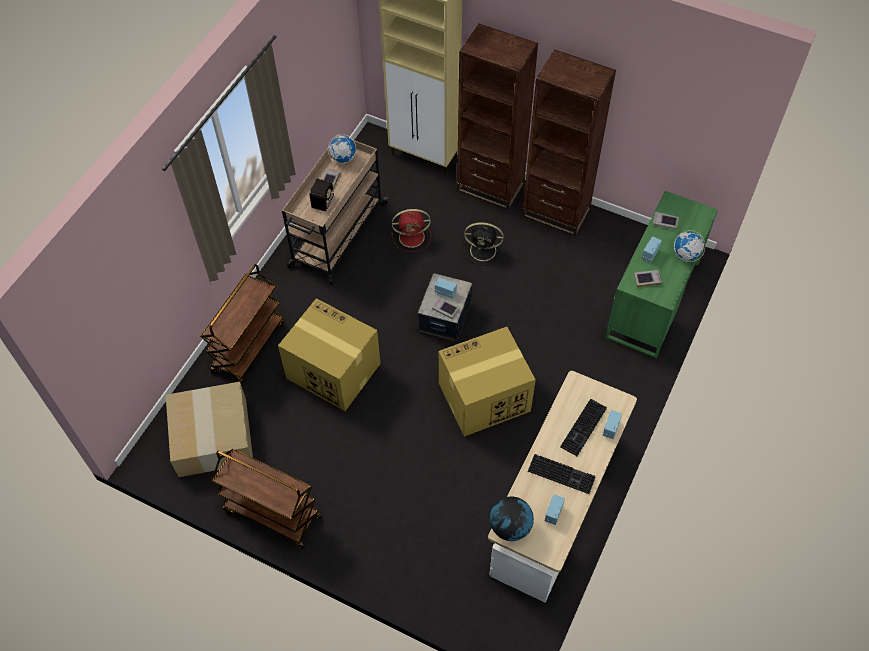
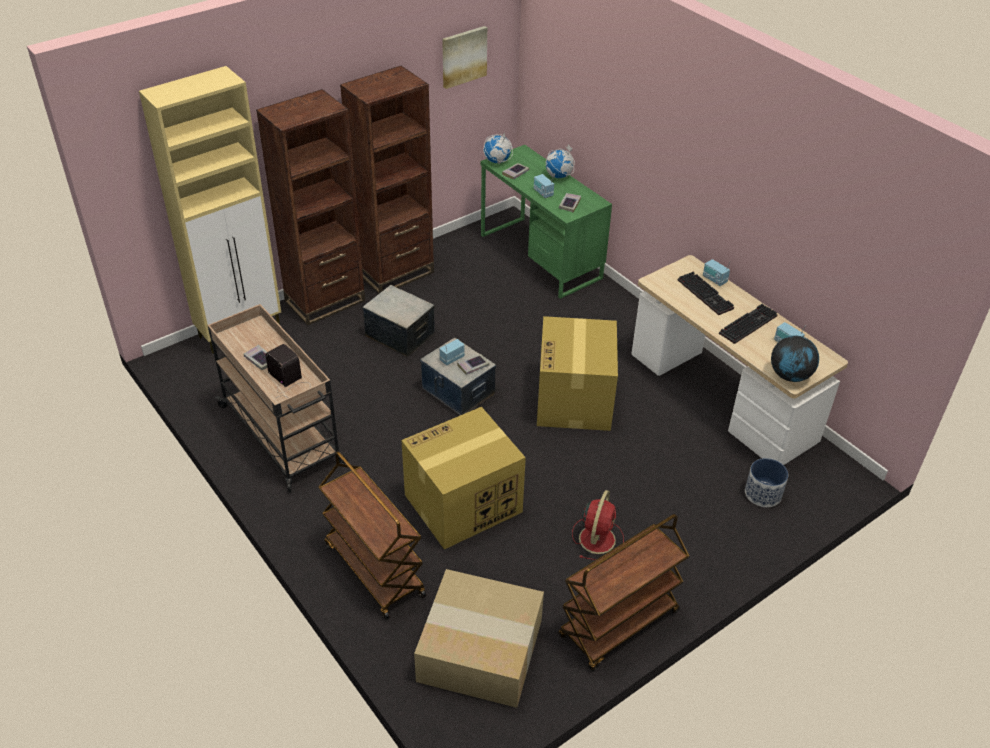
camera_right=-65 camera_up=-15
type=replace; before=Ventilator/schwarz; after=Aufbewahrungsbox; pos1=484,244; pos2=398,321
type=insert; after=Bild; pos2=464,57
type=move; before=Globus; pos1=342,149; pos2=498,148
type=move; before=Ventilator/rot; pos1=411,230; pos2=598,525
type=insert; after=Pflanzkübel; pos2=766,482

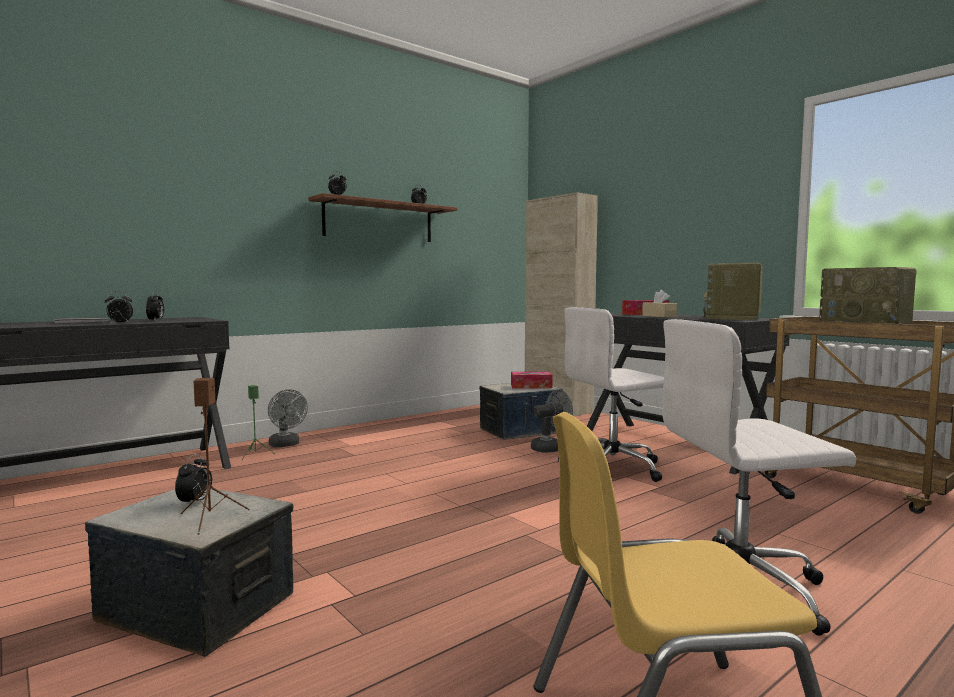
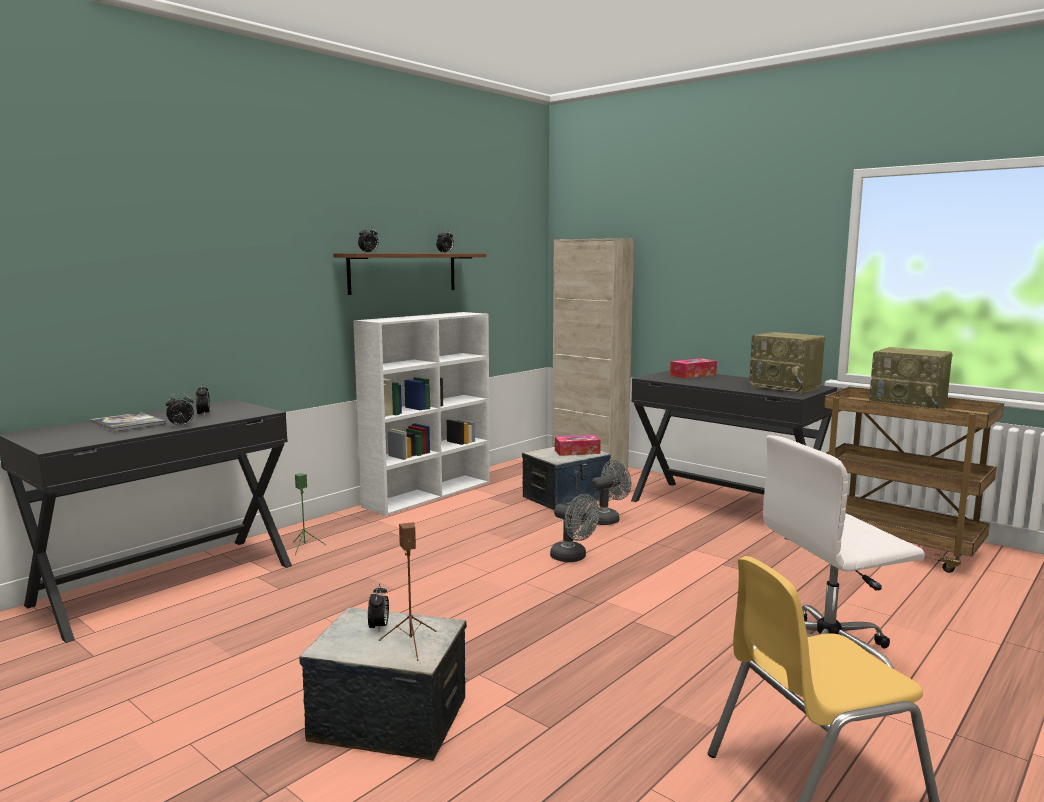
camera_right=-10 camera_up=5
type=insert; after=Bücherregal/weiß; pos2=421,414
type=move; before=Ventilator/grau; pos1=288,418; pos2=574,528
type=rotate; before=Radio; pos1=732,291; pos2=787,363; turn=-60
type=delete; before=Bürostuhl/weiß; pos1=611,394
type=delete; before=Taschentuchbox/beige; pos1=659,303

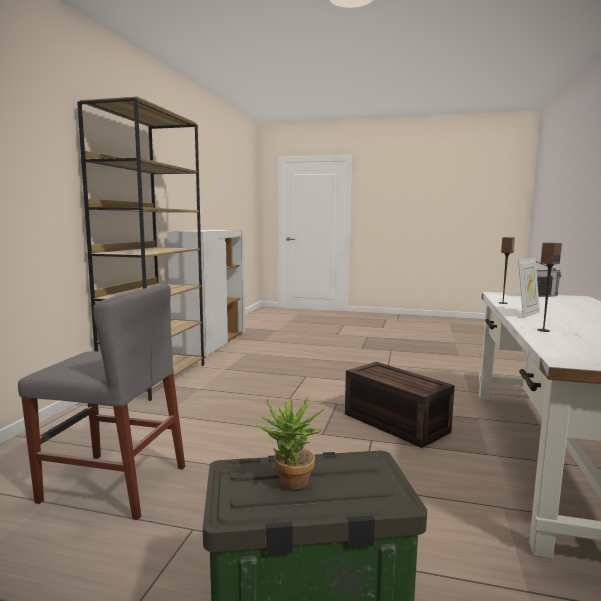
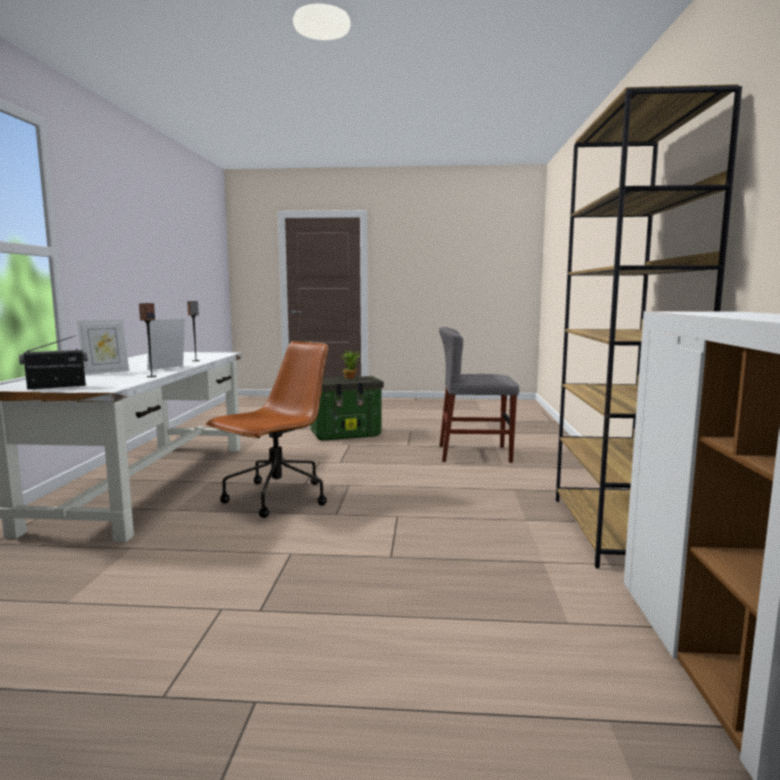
camera_right=170 camera_up=0
type=insert; after=Bilderrahmen; pos2=103,347
type=replace; before=Aufbewahrungsbox/braun; after=Bürostuhl/braun; pos1=400,405; pos2=267,429

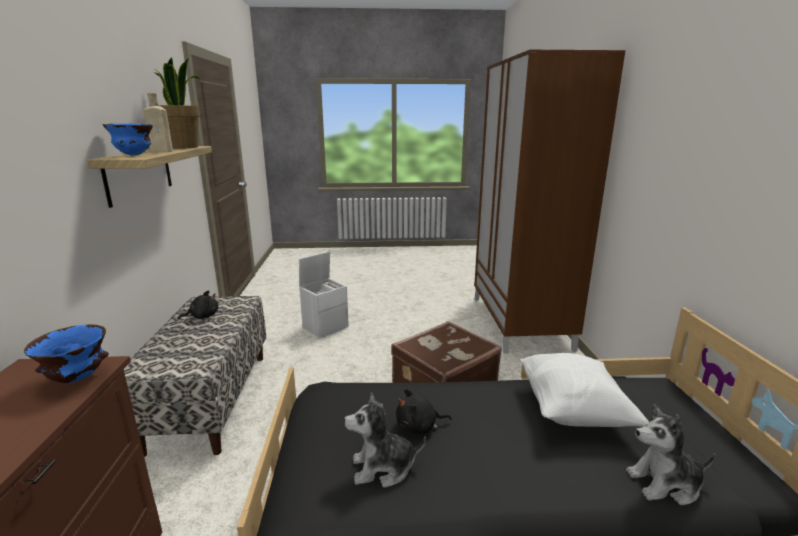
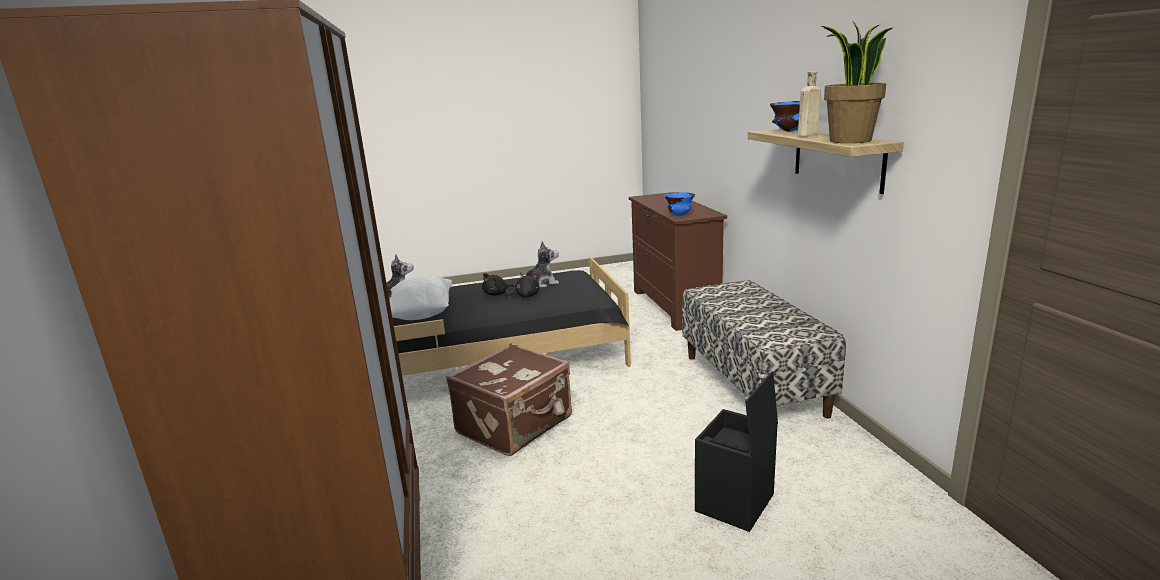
camera_right=170 camera_up=0
type=move; before=Plüschtier/schwarz; pos1=198,305; pos2=498,284
type=recolor; before=Aufbewahrungsbox/weiß; after=Aufbewahrungsbox/schwarz; pos1=324,294; pos2=736,451

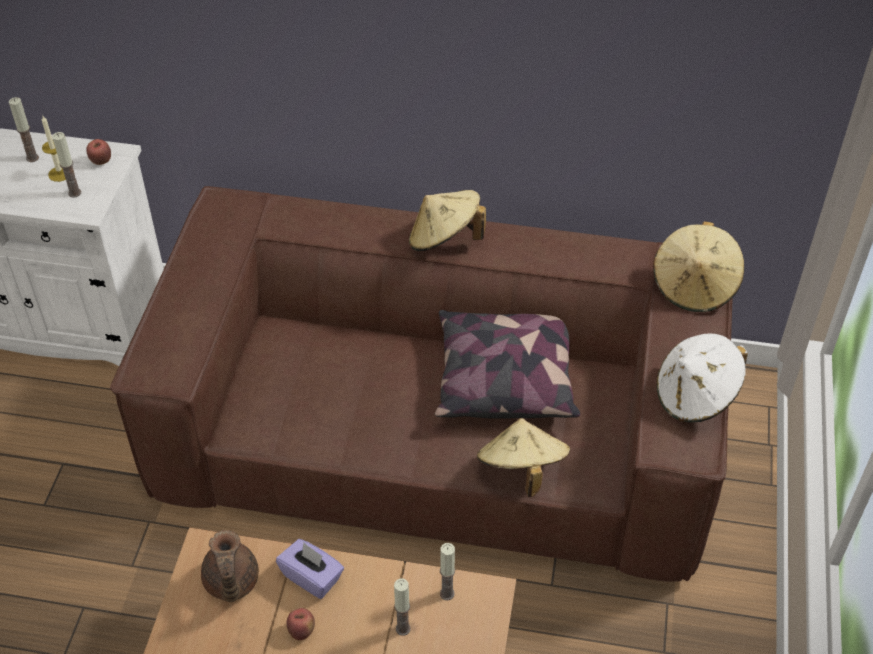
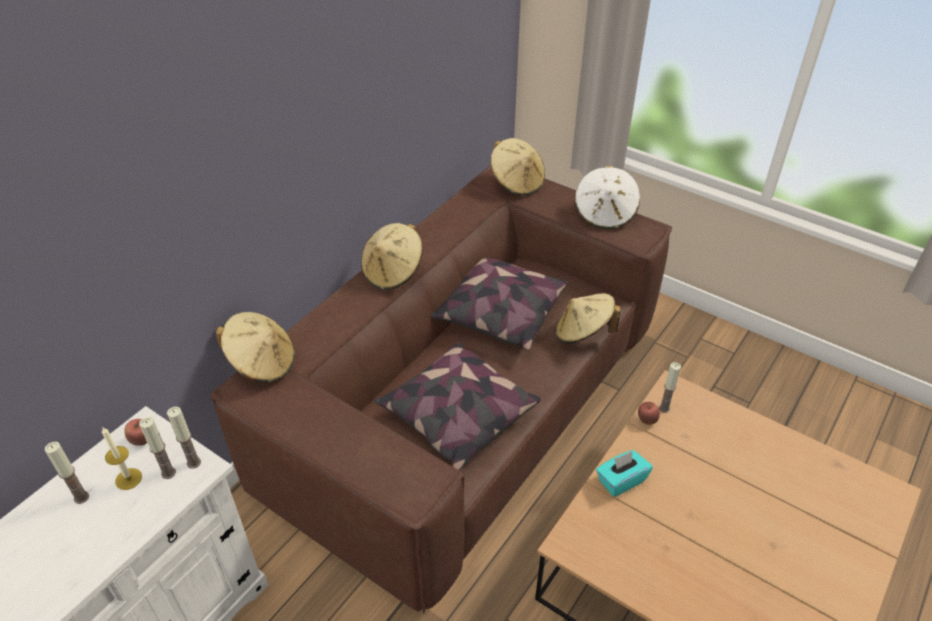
camera_right=-65 camera_up=-5
type=move; before=Kerze; pos1=402,607; pos2=184,438
type=insert; after=Hut/beige; pos2=255,347
type=insert; after=Kissen; pos2=458,406
type=recolor; before=Taschentuchbox/lila; after=Taschentuchbox/türkis; pos1=310,569; pos2=624,473
type=move; before=Apfel; pos1=300,624; pos2=649,413
type=delete; before=Teekanne/braun; pos1=230,566

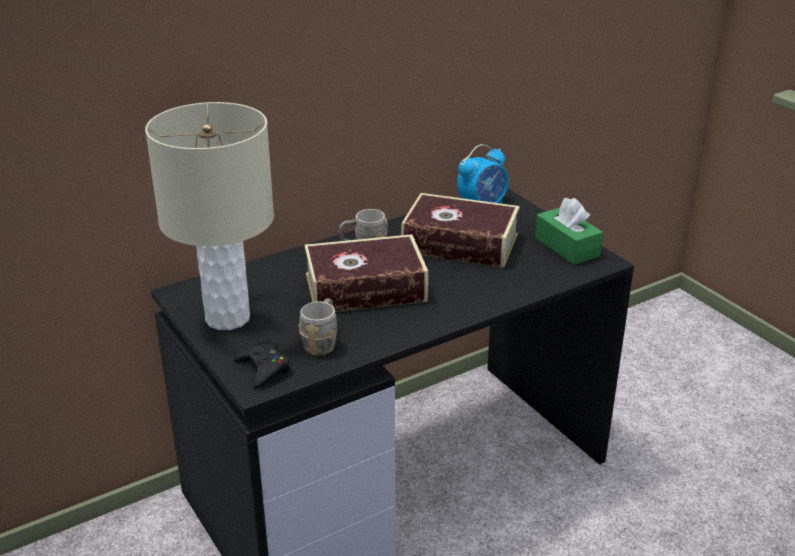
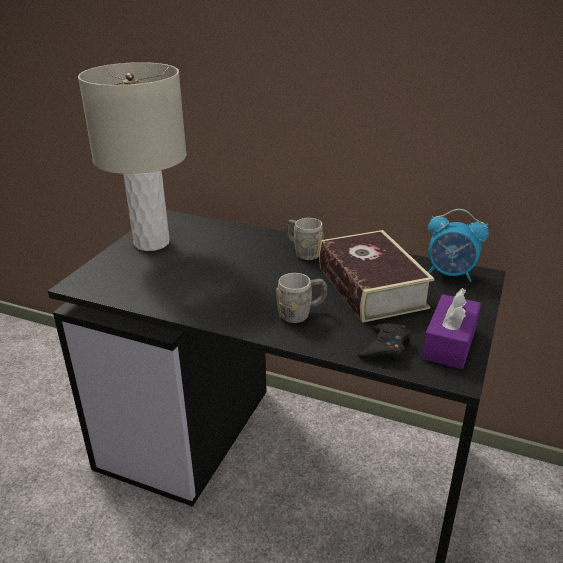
camera_right=55 camera_up=0
type=move; before=Henkelbecher/grau; pos1=317,327; pos2=301,298
type=move; before=Gamepad/schwarz; pos1=261,364; pos2=384,342
type=recolor; before=Taschentuchbox/grün; after=Taschentuchbox/lila; pos1=569,231; pos2=451,328
type=delete; before=Buch; pos1=366,273

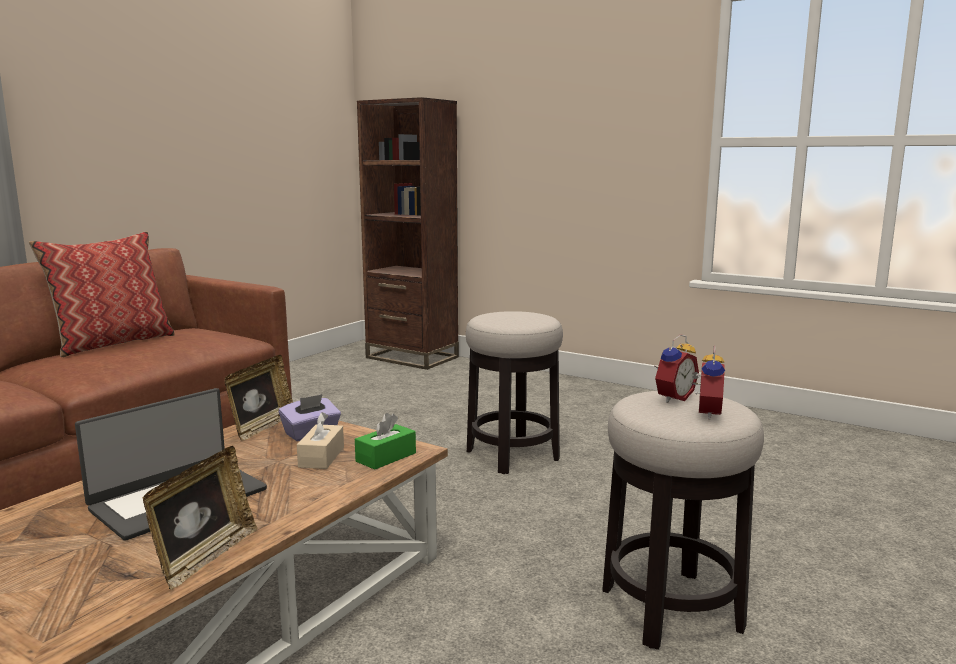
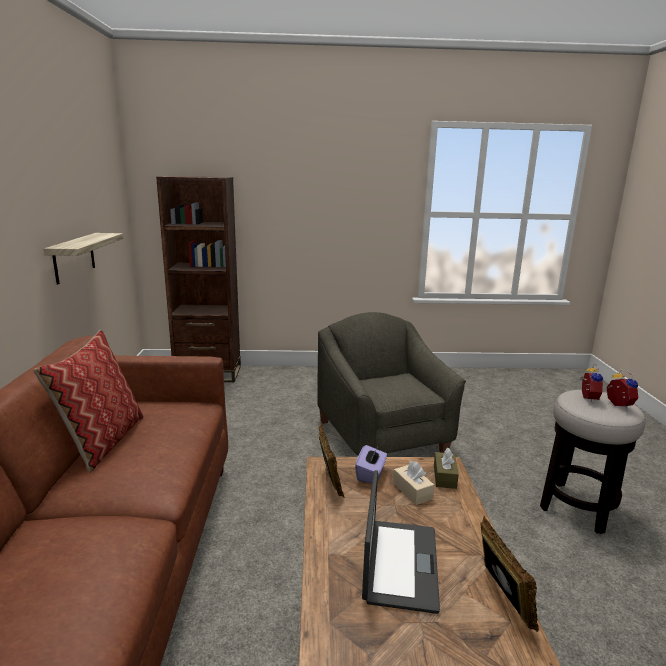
camera_right=-35 camera_up=5
type=insert; after=Wandregal; pos2=83,259
type=replace; before=Hocker; after=Sessel/grau; pos1=514,392; pos2=391,384
type=recolor; before=Taschentuchbox/grün; after=Taschentuchbox/braun; pos1=385,441; pos2=446,468

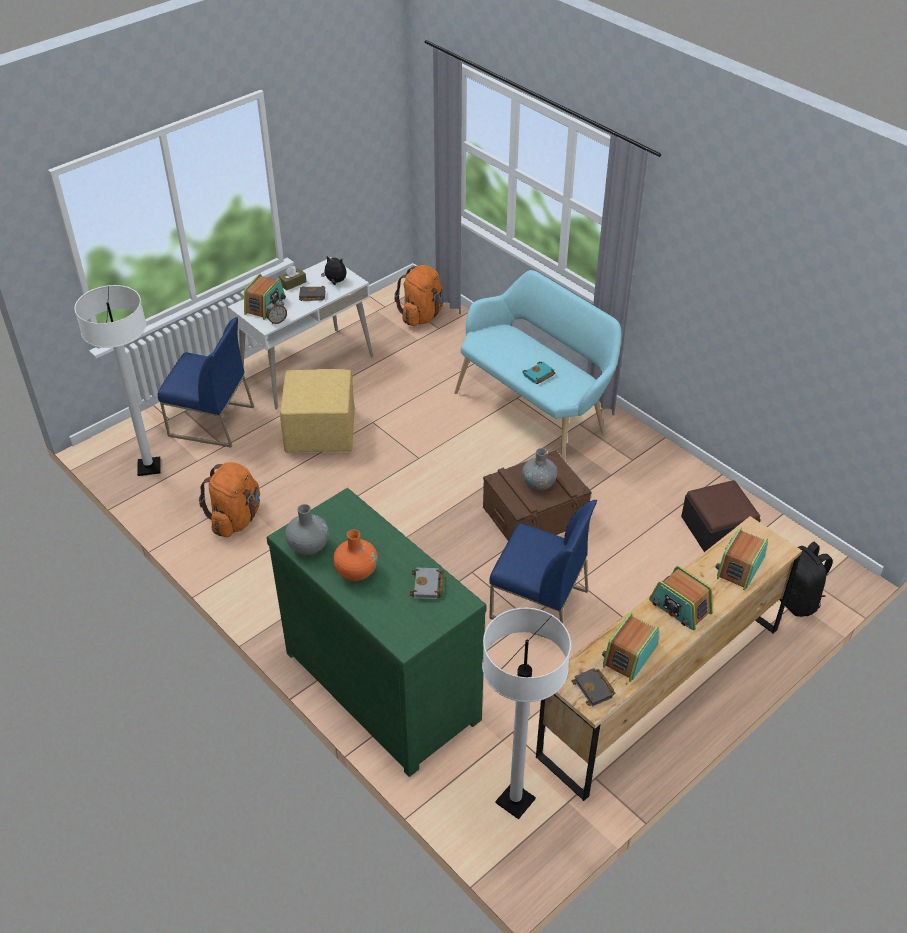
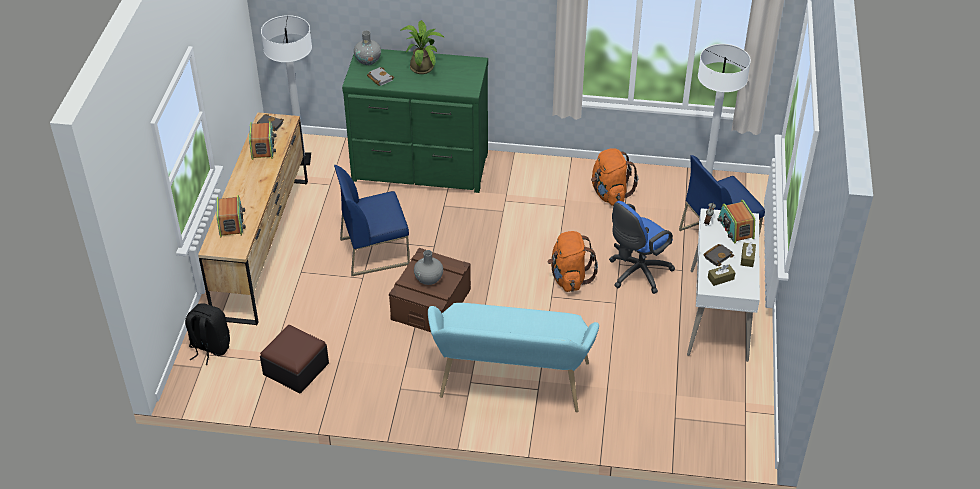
camera_right=140 camera_up=0
type=move; before=Vase/grau; pos1=307,529; pos2=367,47
type=replace; before=Vase/orange; after=Topfpflanze; pos1=355,555; pos2=422,47
type=move; before=Rucksack/orange; pos1=419,295; pos2=573,261
type=replace; before=Polsterhocker/gelb; after=Bürostuhl/blau; pos1=317,411; pos2=642,247
type=replace; before=Plüschtier; after=Taschentuchbox/braun; pos1=334,270; pos2=722,275
type=delete; before=Buch/türkis; pos1=539,372
type=delete; before=Radio; pos1=681,598

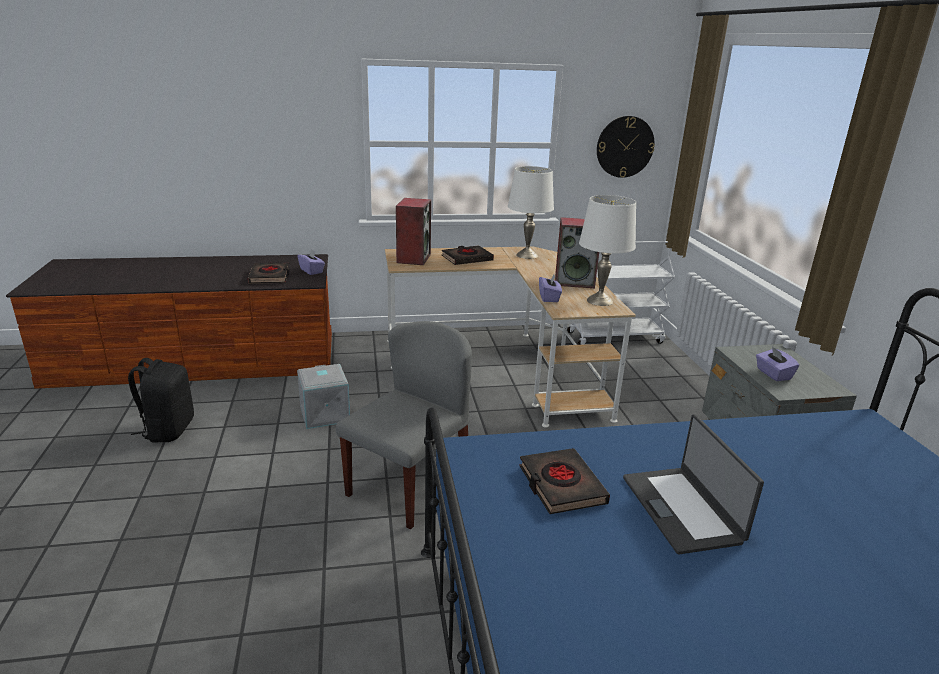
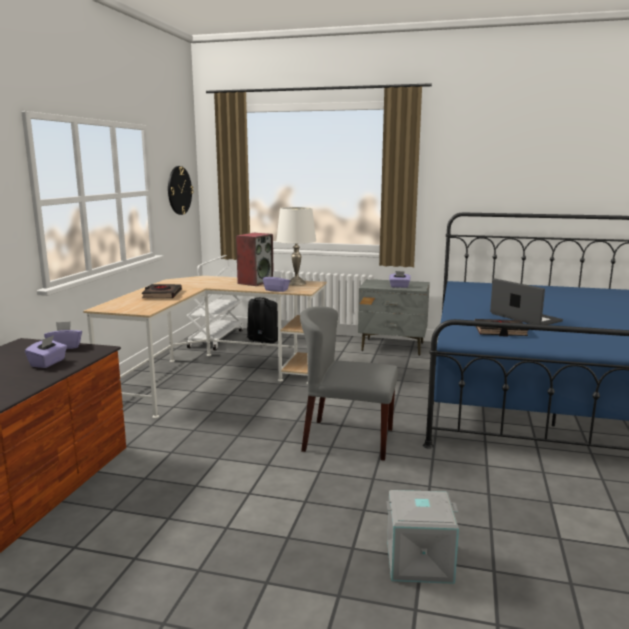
camera_right=-65 camera_up=-10
type=replace; before=Buch/schwarz; after=Taschentuchbox/lila; pos1=268,273; pos2=46,351
type=move; before=Rucksack/schwarz; pos1=161,400; pos2=262,321
type=rotate; before=Stuhl/grau; pos1=404,425; pos2=349,383; turn=-45
type=move; before=Aufbewahrungsbox/grau; pos1=323,396; pos2=422,537
type=rotate; before=Laptop; pos1=693,484; pos2=526,301; turn=-135
type=delete; before=Lautsprecher; pos1=413,231
type=delete; before=Tischlampe/weiß; pos1=531,212

